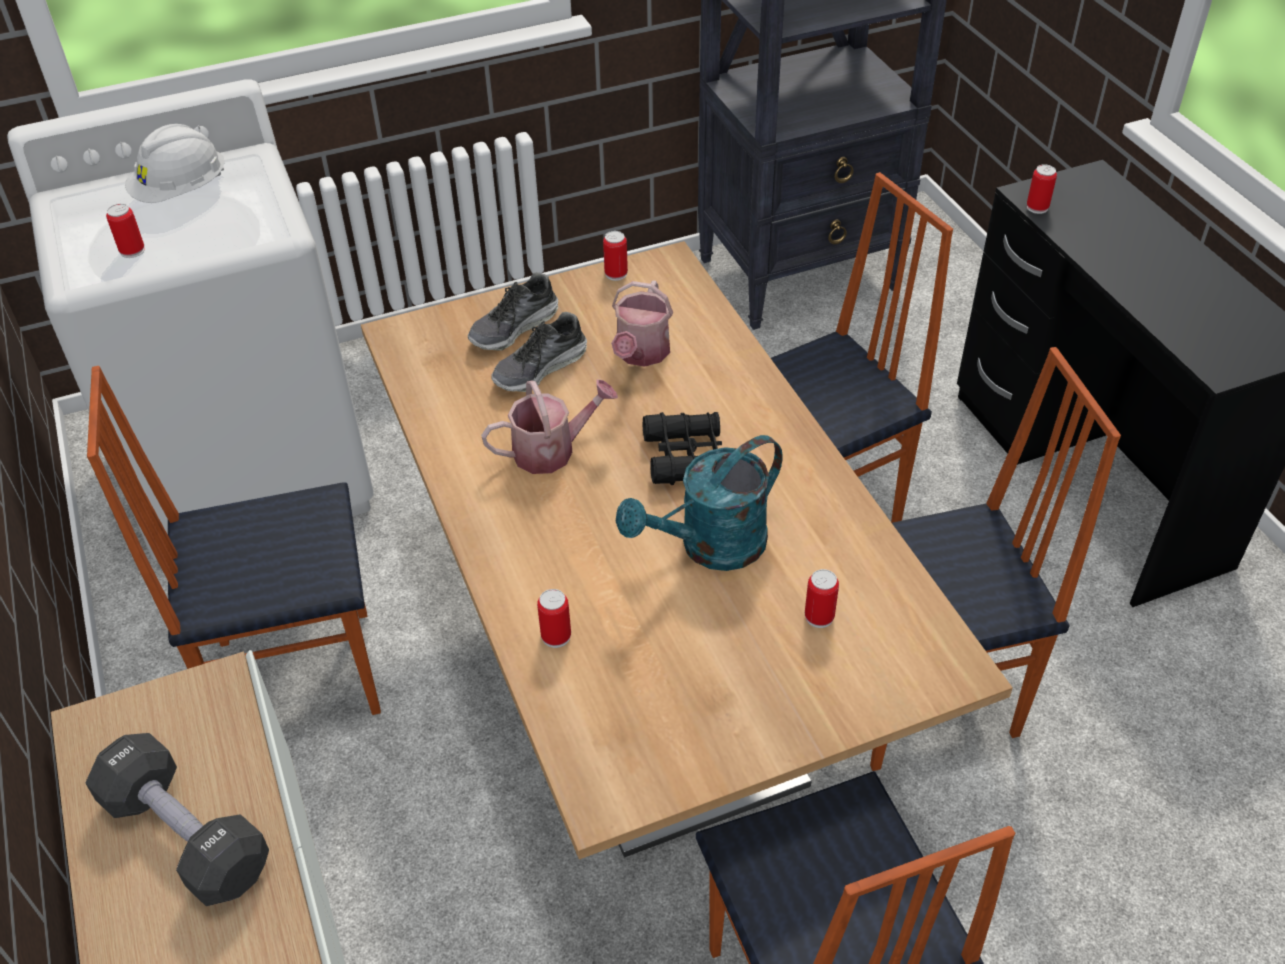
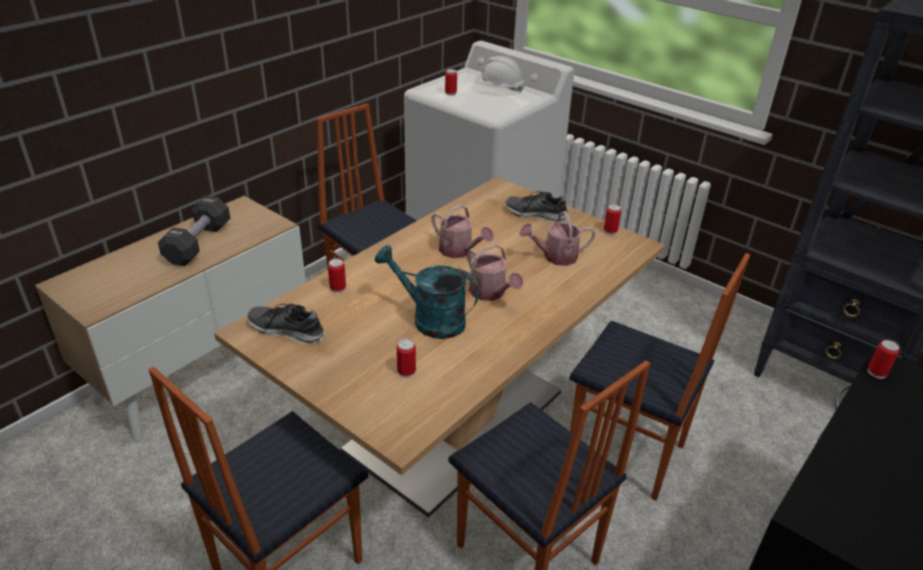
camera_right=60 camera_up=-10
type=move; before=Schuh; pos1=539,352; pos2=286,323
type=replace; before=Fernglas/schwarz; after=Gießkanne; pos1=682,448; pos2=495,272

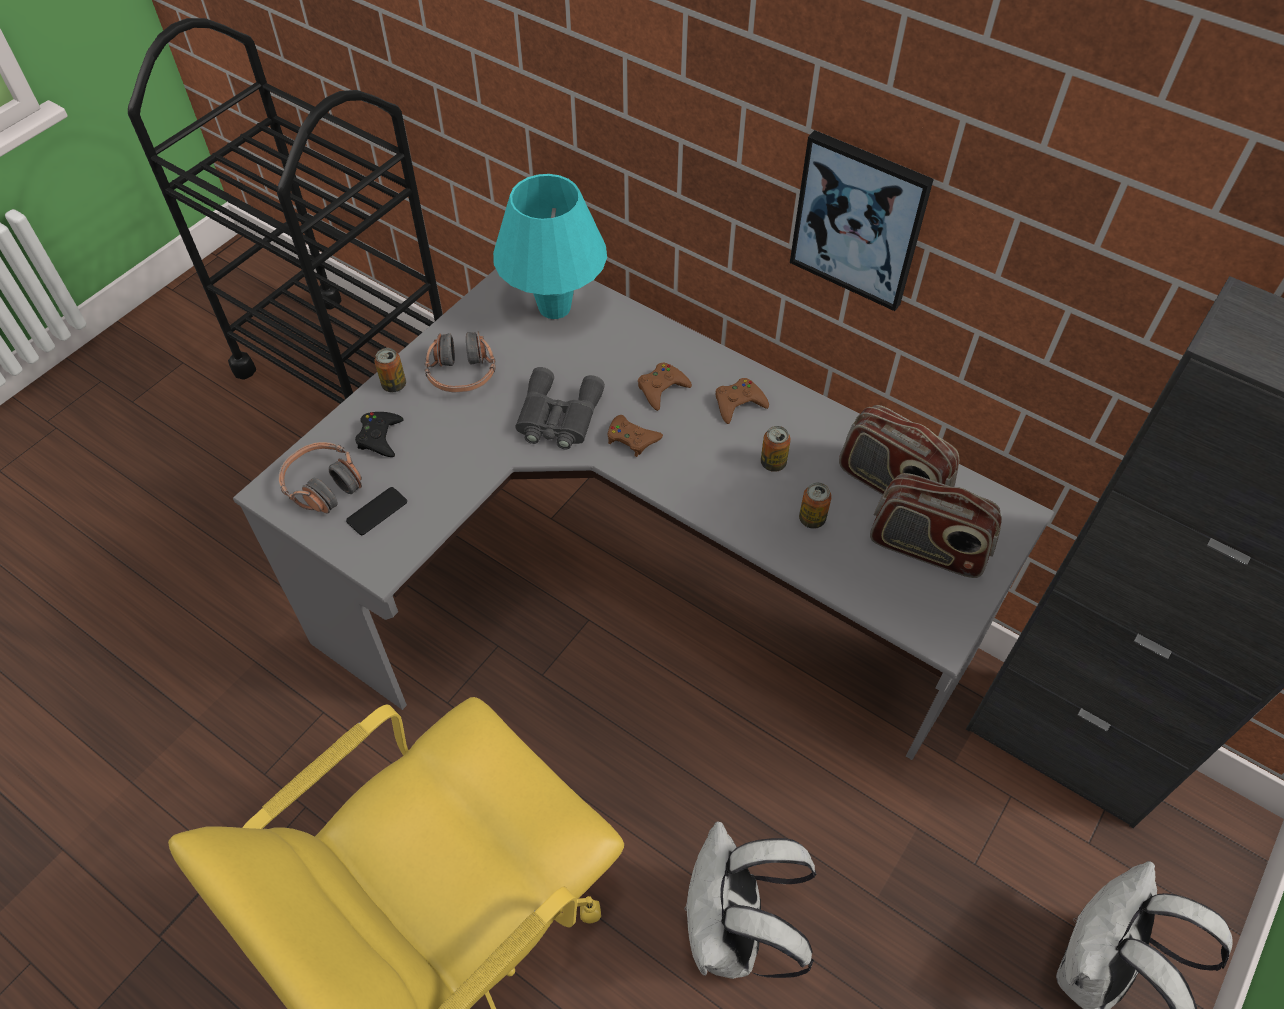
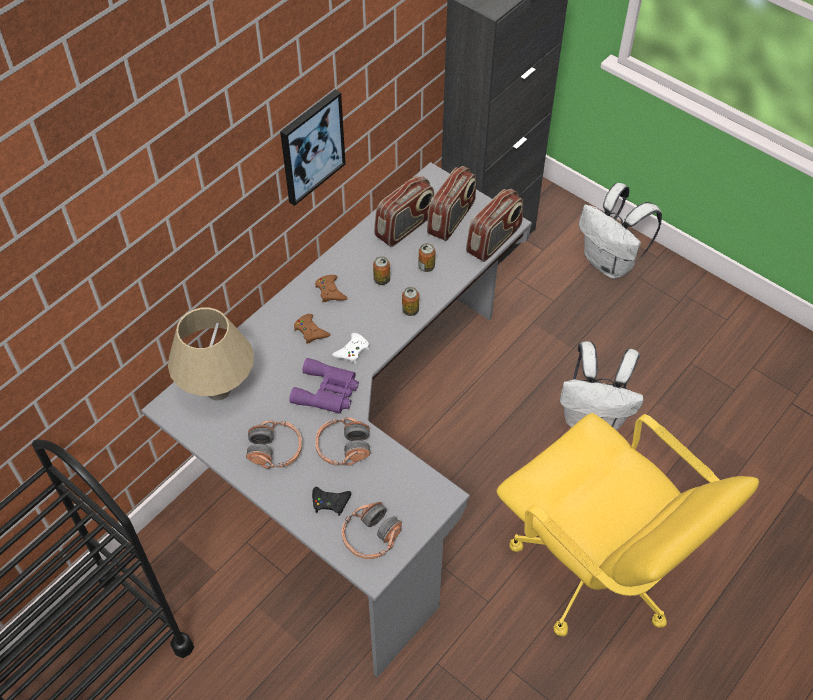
camera_right=-85 camera_up=0
type=recolor; before=Tischlampe/türkis; after=Tischlampe/beige; pos1=550,246; pos2=211,354
type=recolor; before=Fernglas/grau; after=Fernglas/lila; pos1=560,408; pos2=324,386
type=insert; after=Kopfhörer; pos2=343,441
type=recolor; before=Gamepad/braun; after=Gamepad/weiß; pos1=635,436; pos2=350,348
type=move; before=Dose; pos1=390,370; pos2=410,301
type=insert; after=Radio; pos2=494,225
type=delete; before=Handy; pos1=376,511

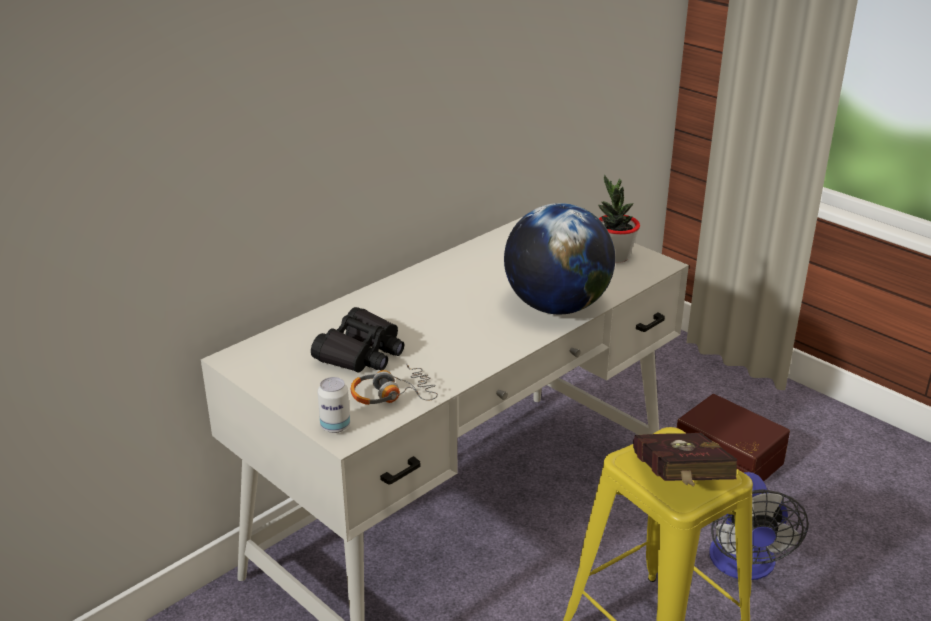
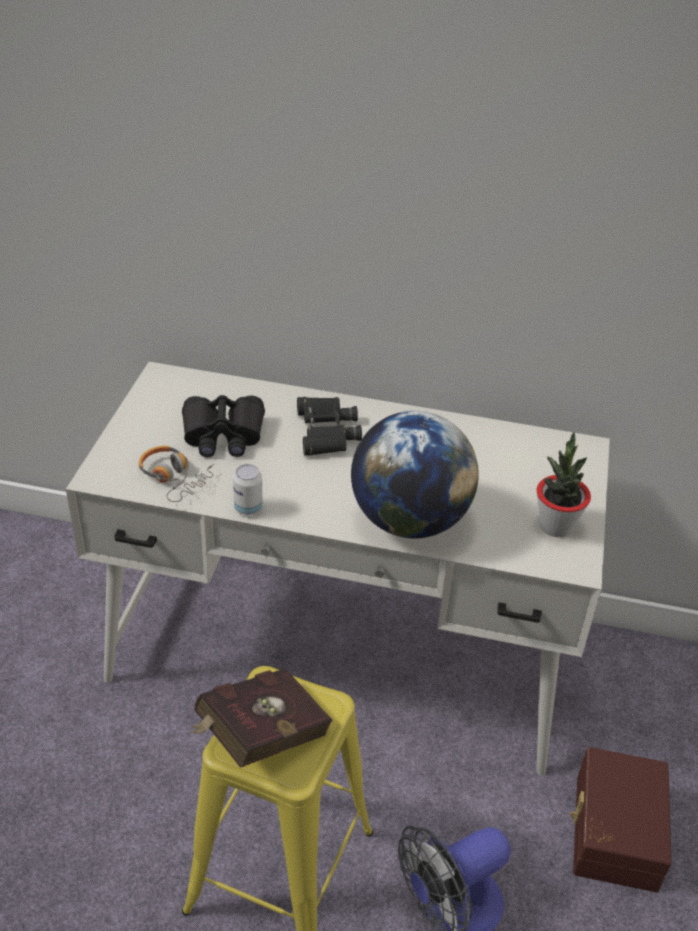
camera_right=55 camera_up=10
type=move; before=Dose; pos1=333,405; pos2=248,489
type=insert; after=Fernglas/schwarz; pos2=329,426

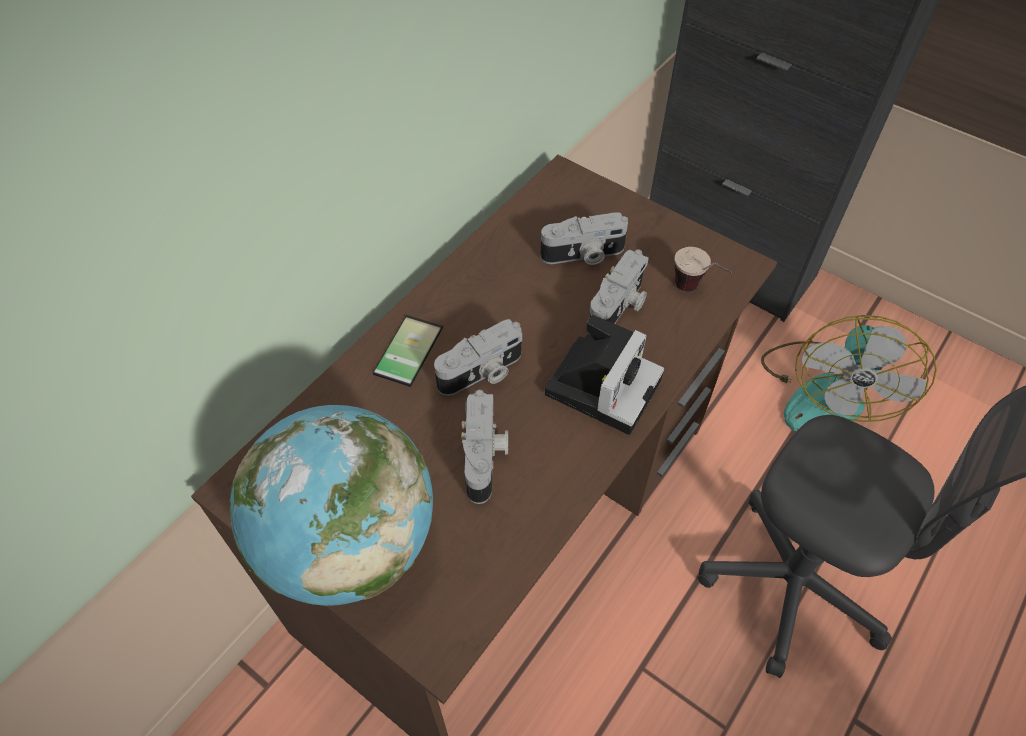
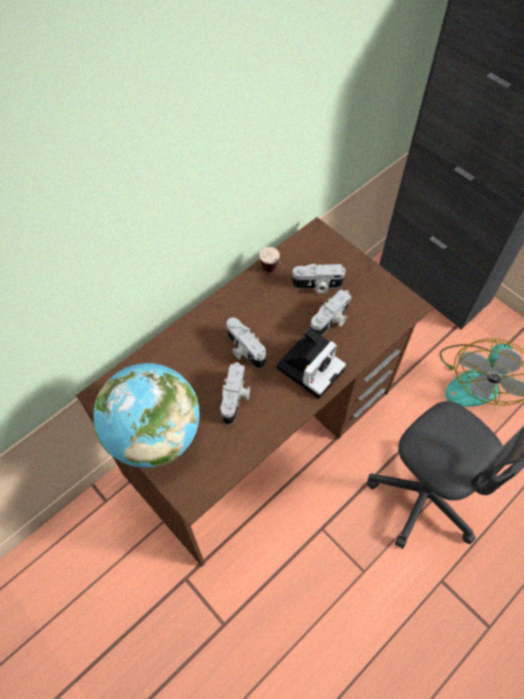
camera_right=10 camera_up=5
type=rotate; before=Kamera; pos1=478,357; pos2=246,343; turn=75
type=move; before=Tasse; pos1=703,269; pos2=271,259
type=delete; before=Handy; pos1=408,351

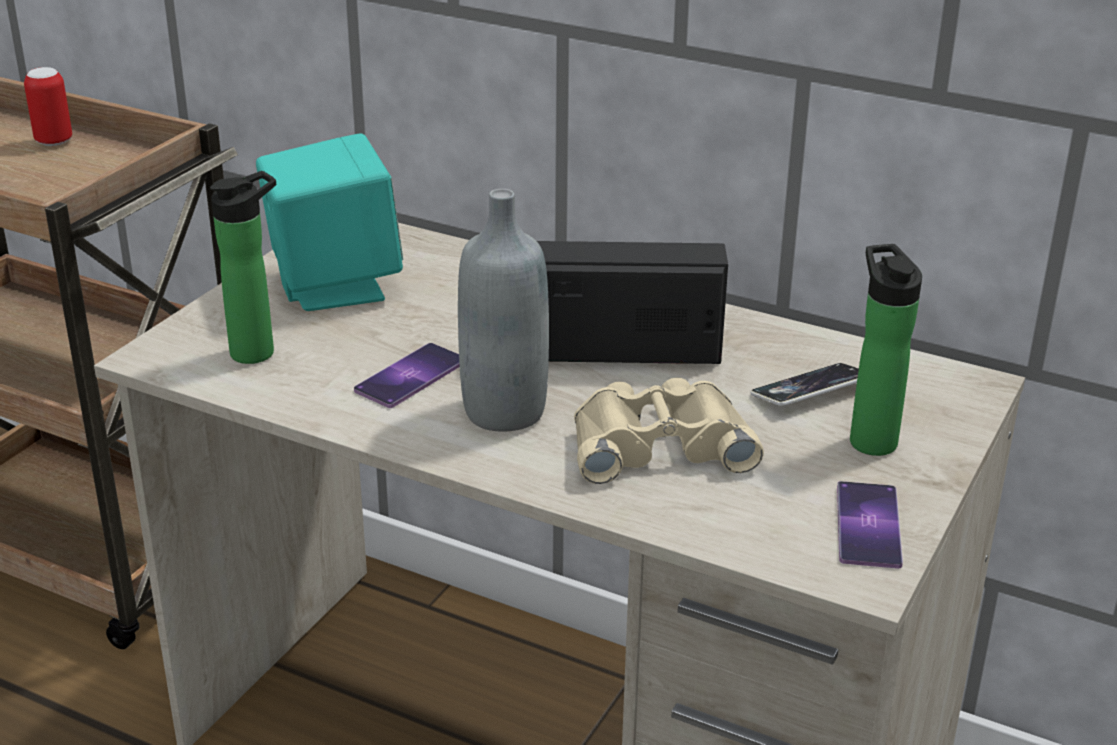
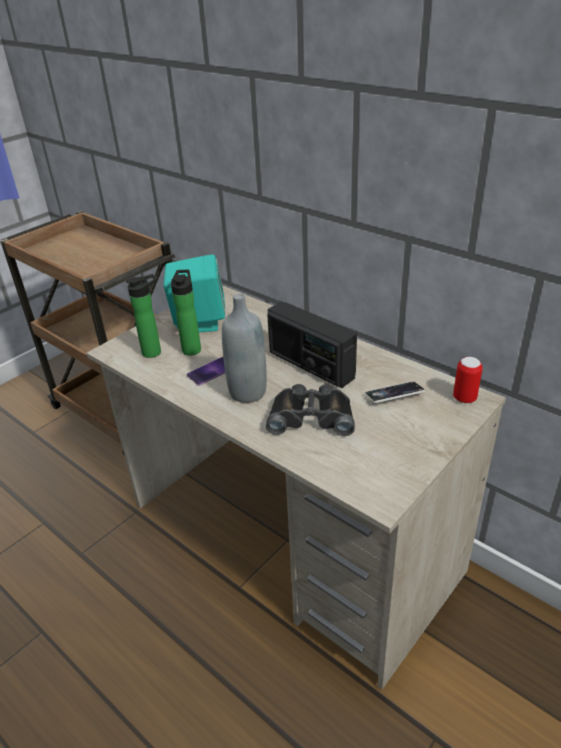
camera_right=15 camera_up=5
type=move; before=Flasche; pos1=886,350; pos2=186,313
type=recolor; before=Fernglas/beige; after=Fernglas/schwarz; pos1=669,431; pos2=310,410
type=rotate; before=Radio; pos1=632,302; pos2=312,344; turn=-150
type=move; before=Dose; pos1=48,106; pos2=468,380
type=delete; before=Handy; pos1=870,525

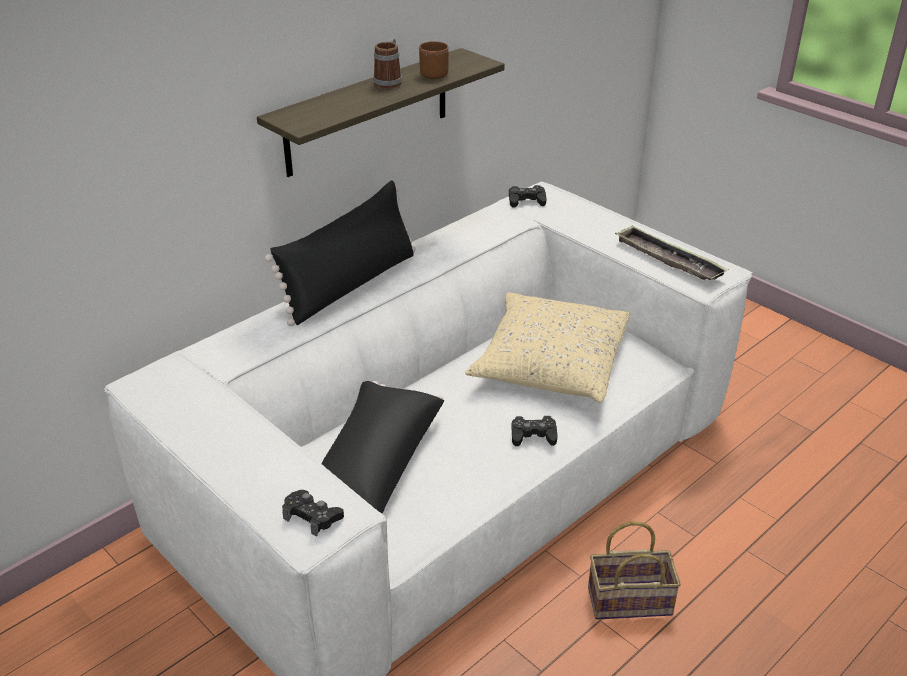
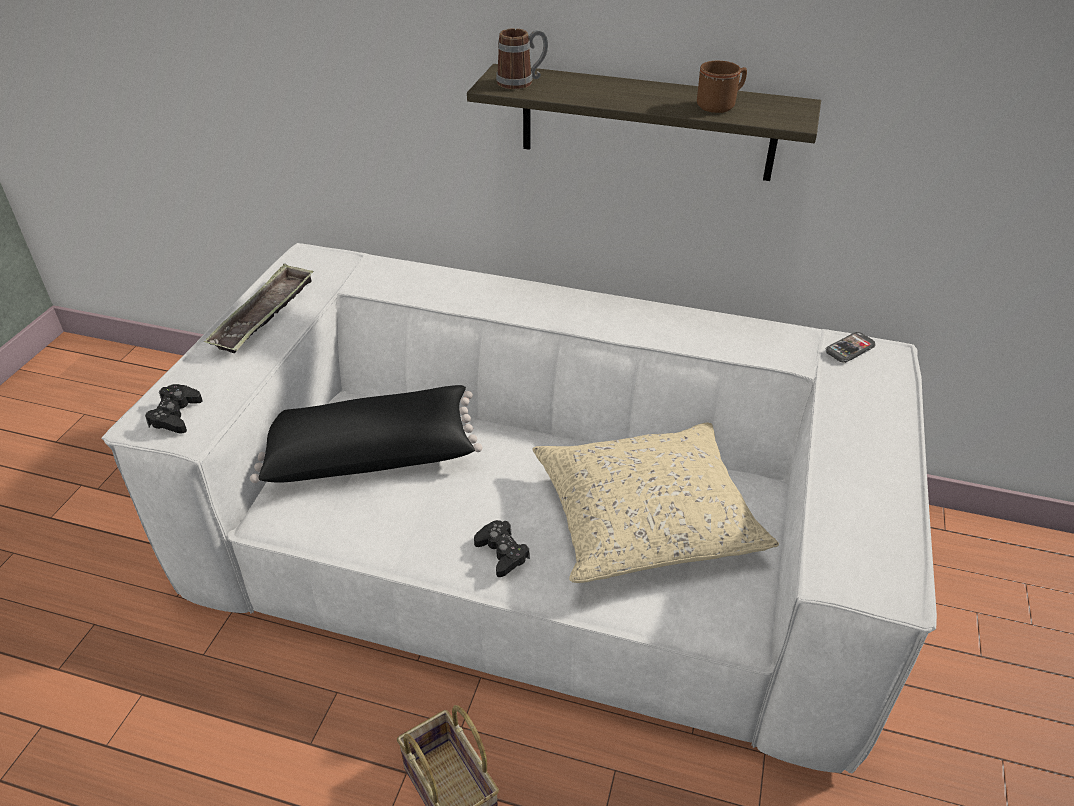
camera_right=60 camera_up=5
type=move; before=Tablett; pos1=672,252; pos2=259,308
type=move; before=Henkelbecher; pos1=387,63; pos2=522,58
type=replace; before=Gamepad/schwarz; after=Handy; pos1=528,196; pos2=851,347
type=delete; before=Kissen/schwarz; pos1=340,253

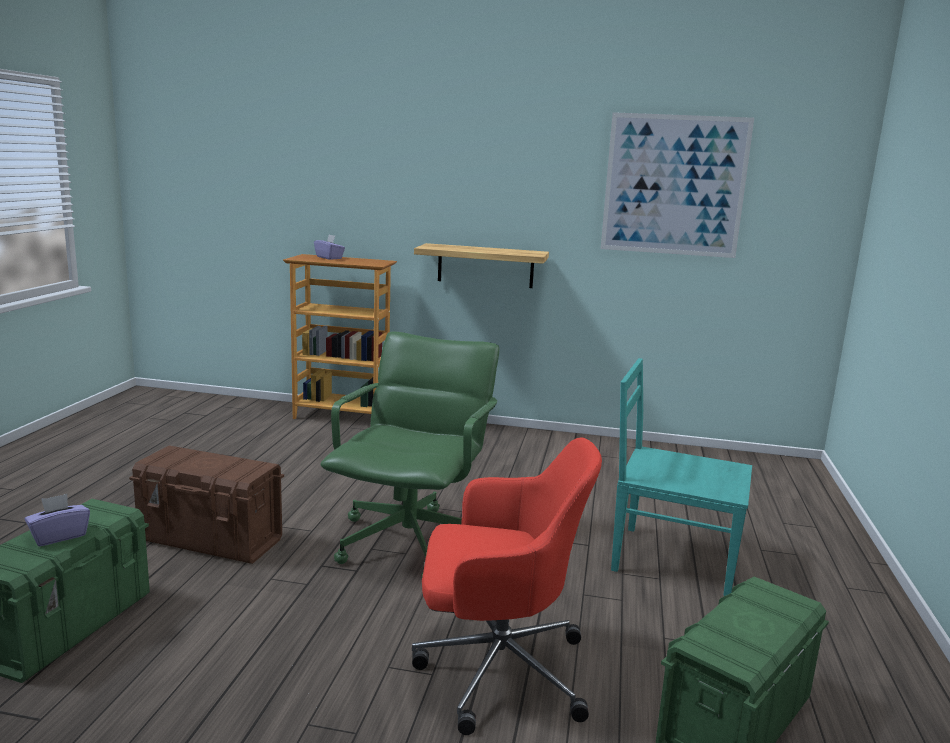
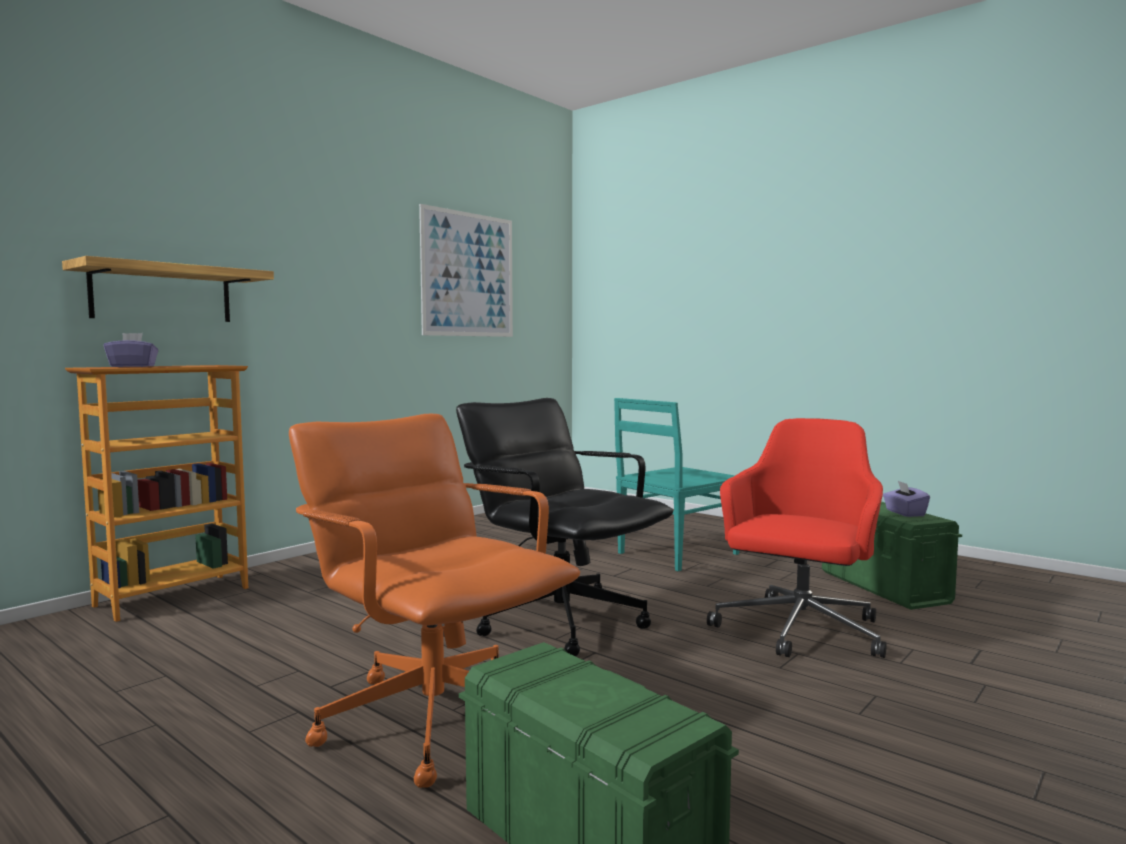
camera_right=-60 camera_up=-10
type=move; before=Wandregal; pos1=481,265; pos2=168,289
type=replace; before=Aufbewahrungsbox/braun; after=Bürostuhl/orange; pos1=206,505; pos2=434,601
type=recolor; before=Bürostuhl/grün; after=Bürostuhl/schwarz; pos1=409,455; pos2=564,527
type=move; before=Taschentuchbox/lila; pos1=57,520; pos2=906,499

